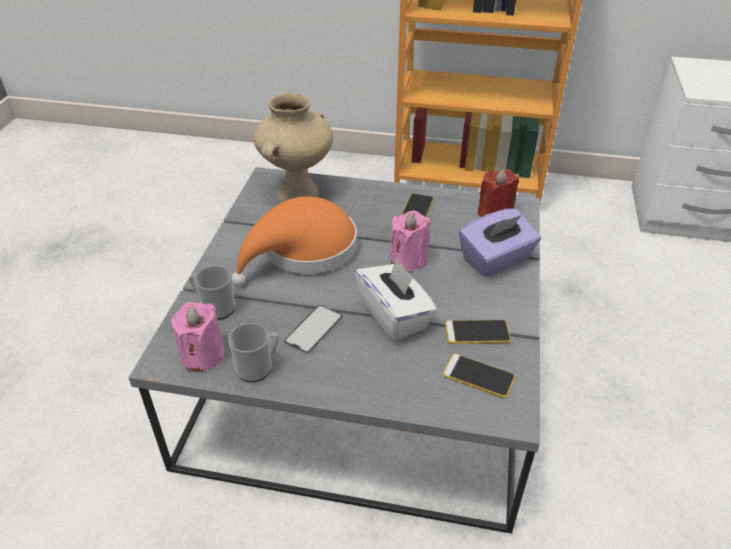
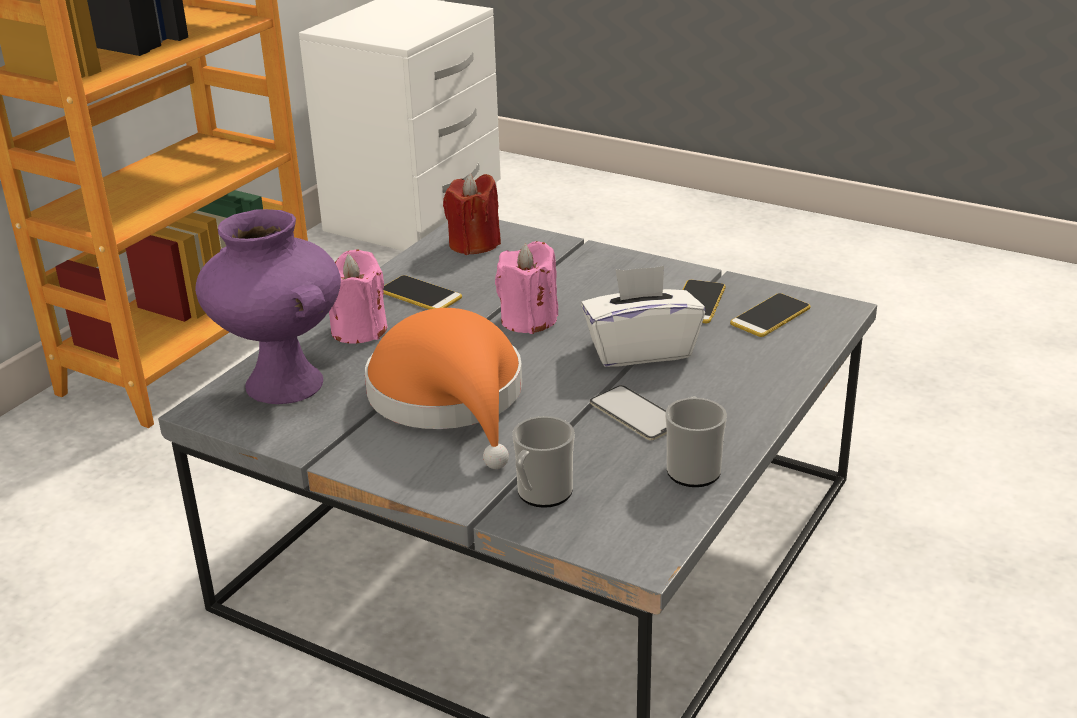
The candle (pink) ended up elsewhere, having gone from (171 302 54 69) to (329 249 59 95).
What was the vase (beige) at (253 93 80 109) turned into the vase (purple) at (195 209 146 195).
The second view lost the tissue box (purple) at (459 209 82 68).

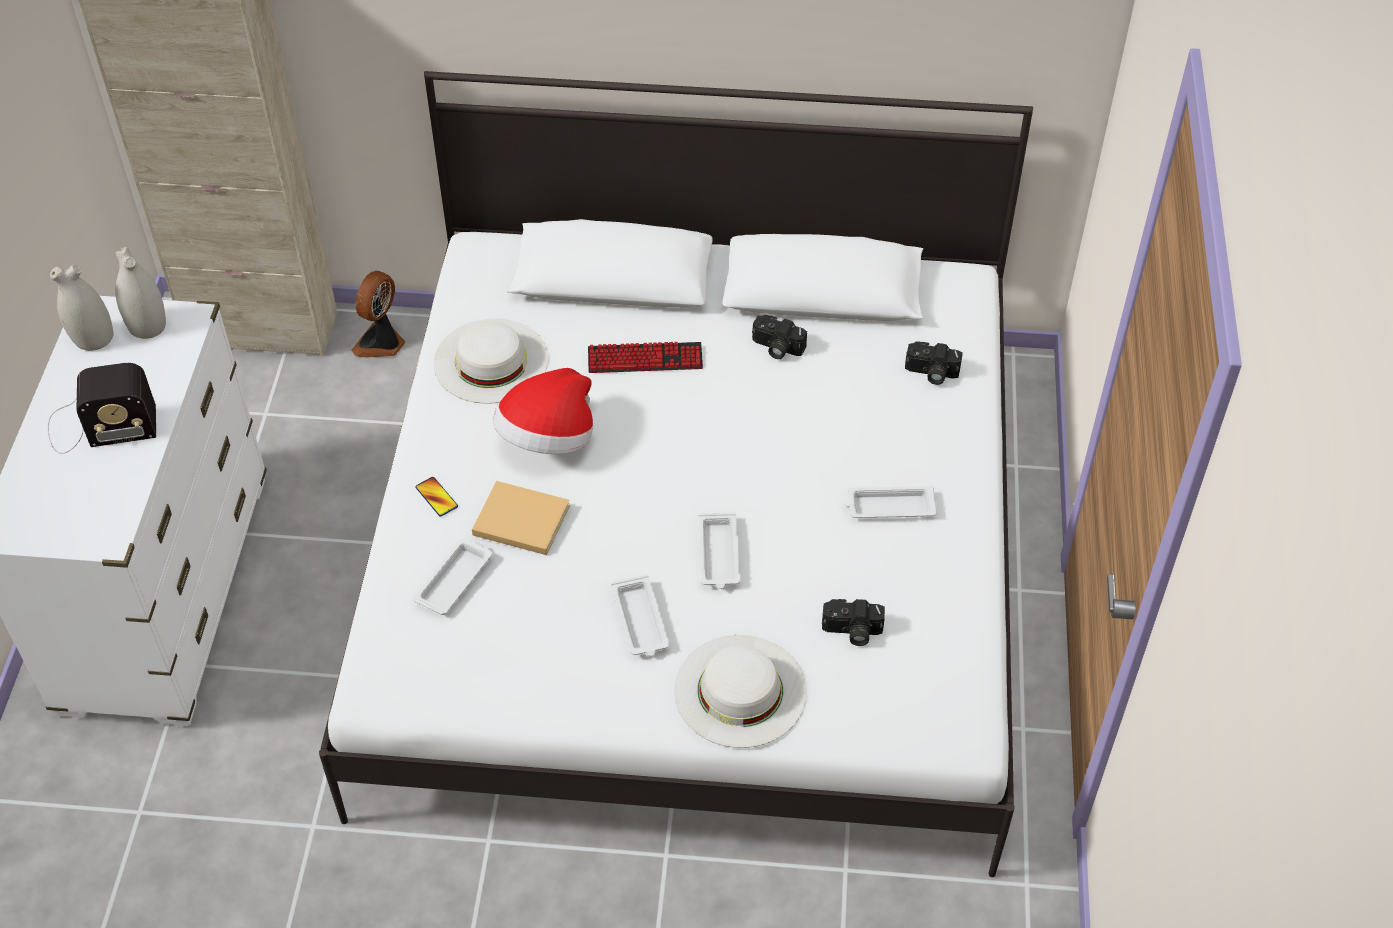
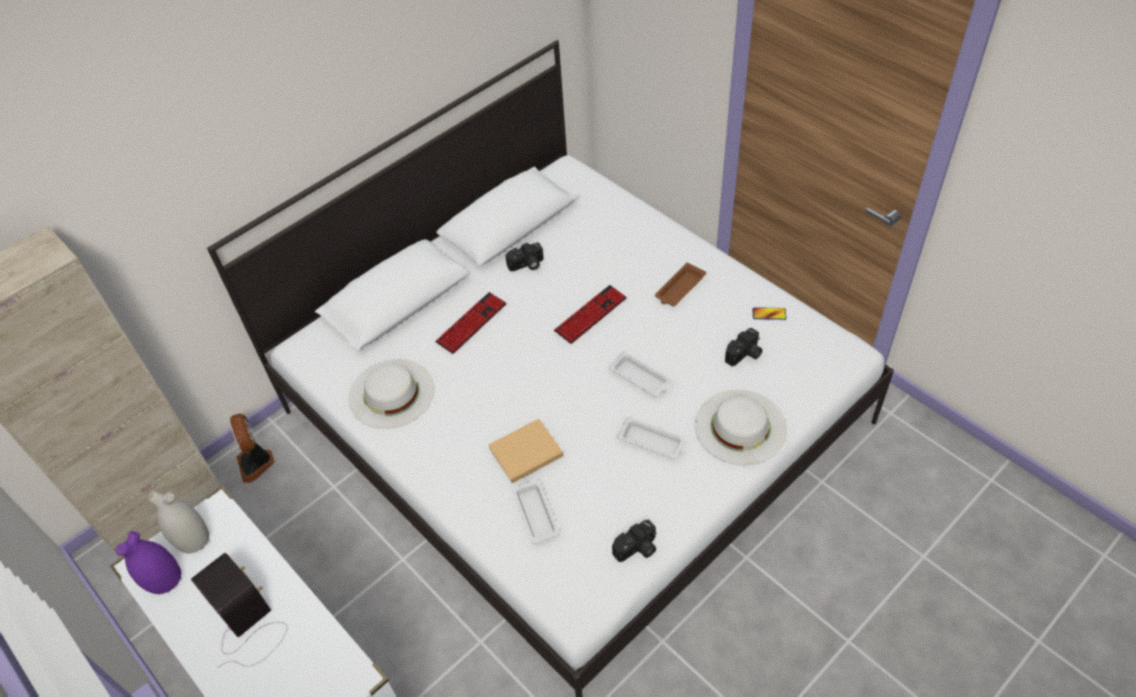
The radio at (48 363 108 91) ended up facing another way, 75 degrees counterclockwise from before.
What was the vase (white) at (50 265 64 86) turned into the vase (purple) at (116 531 65 63).
The phone ended up elsewhere, having gone from (415 477 43 39) to (752 307 34 13).
The second view lost the hat at (493 368 100 86).
What was the tray (white) at (845 485 92 33) turned into the tray (brown) at (655 263 51 43).
The photo camera ended up elsewhere, having gone from (905 341 58 44) to (612 520 45 42).
The second view gained the keyboard at (554 285 73 59).

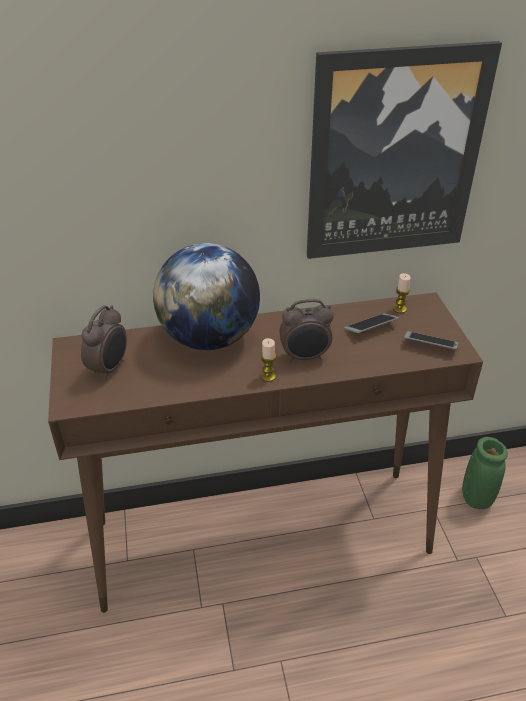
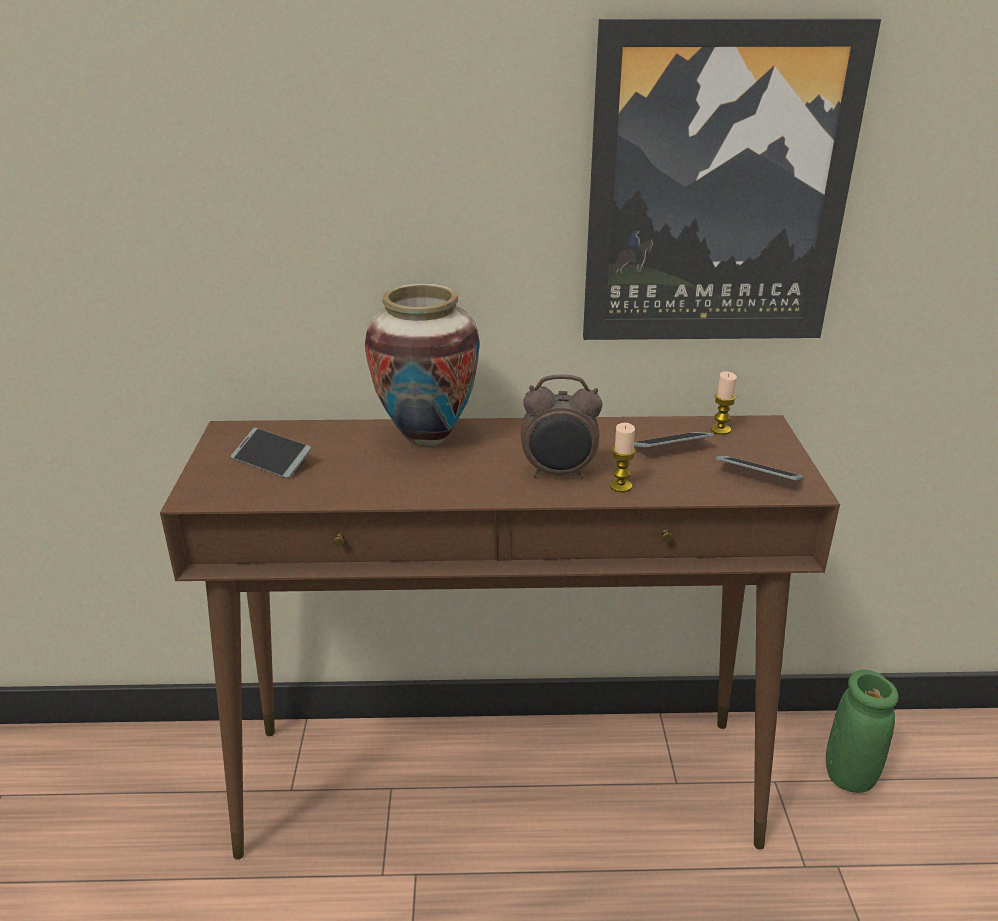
Where the alarm clock stood at (81 305 46 75), the phone came to stand at (231 428 81 51).
Where the globe stood at (153 243 107 107), the vase came to stand at (365 283 115 164).
The candle ended up elsewhere, having gone from (261 338 15 44) to (610 423 26 70).

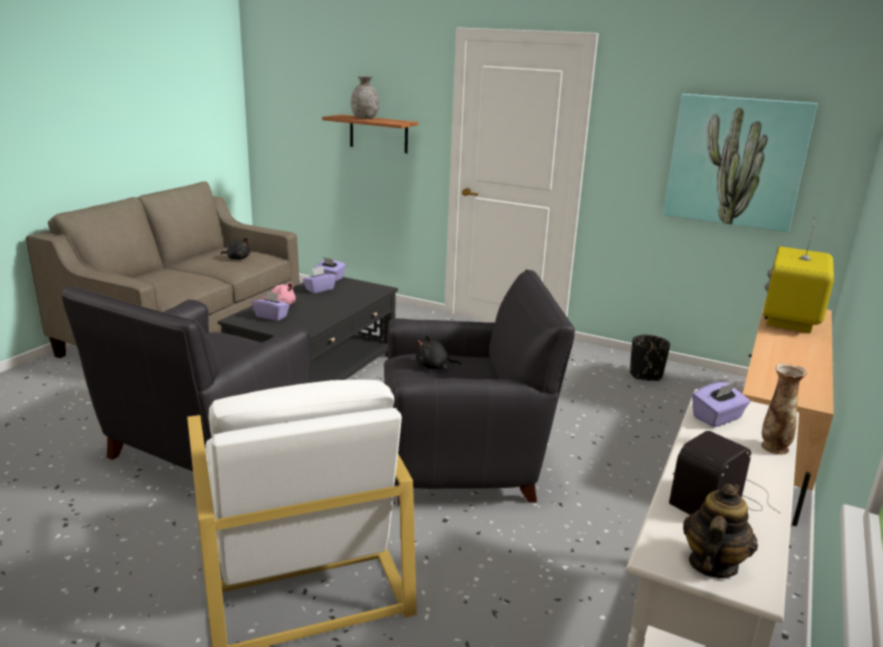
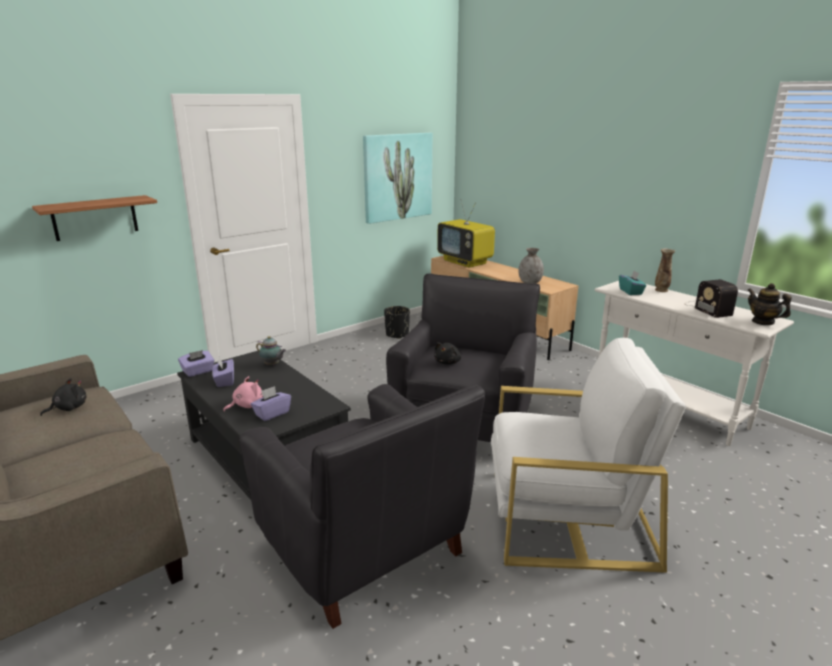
The vase (grey) ended up elsewhere, having gone from (350 76 29 43) to (518 248 26 36).
What was the tissue box (purple) at (692 382 58 45) turned into the tissue box (turquoise) at (619 271 27 24).
The second view gained the teapot at (256 336 30 29).

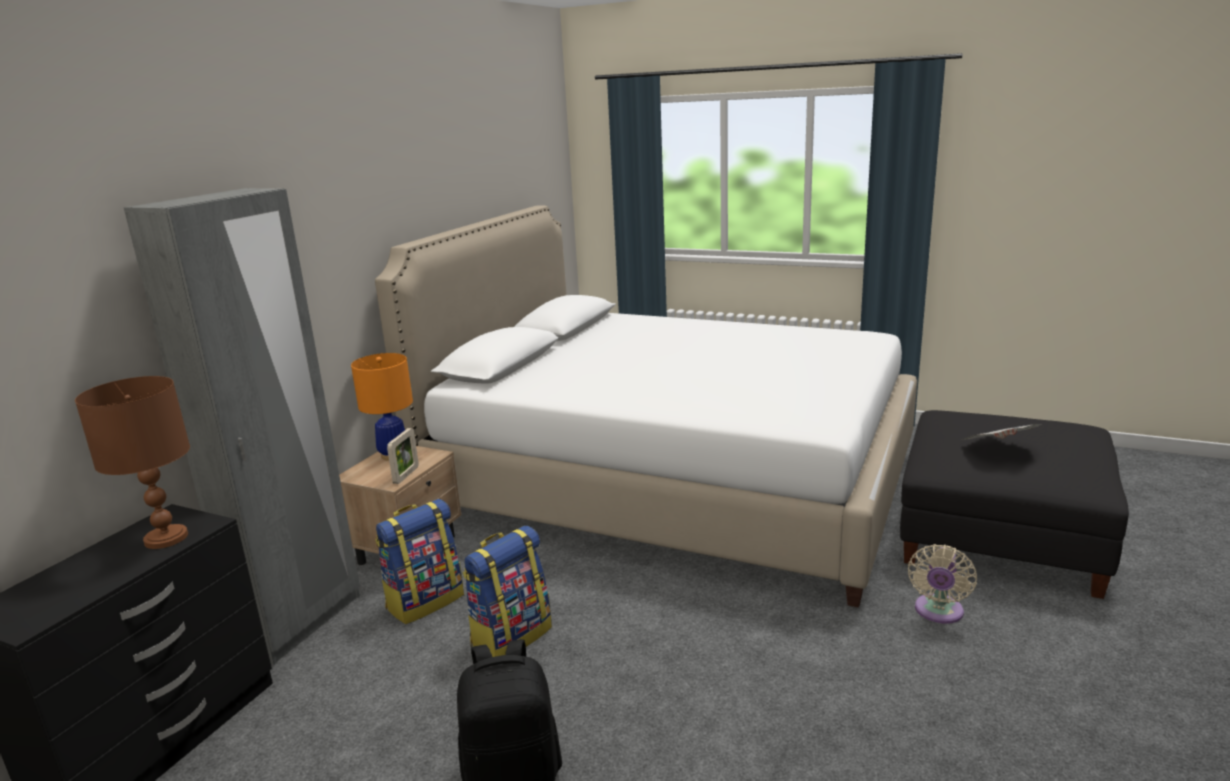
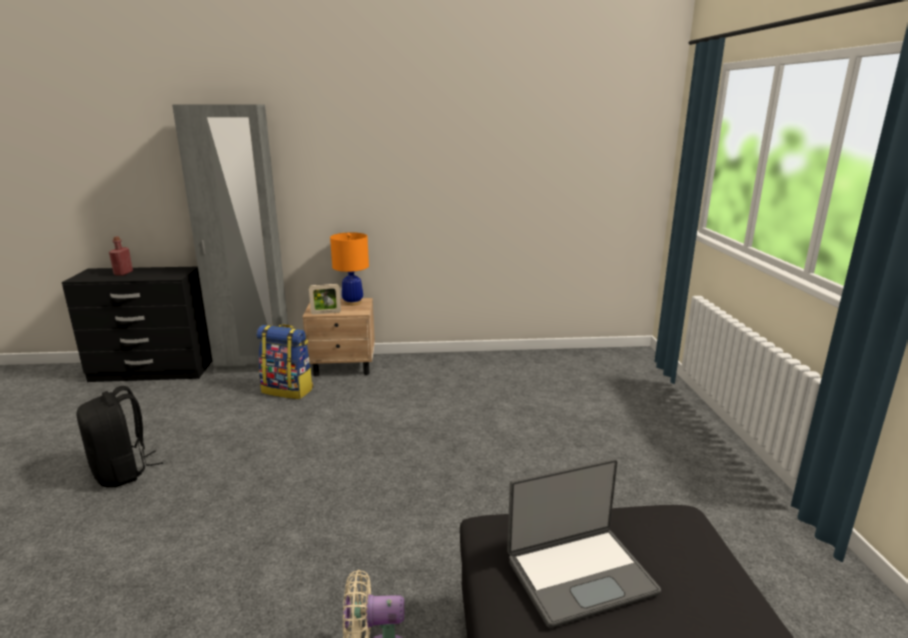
The second view lost the table lamp (brown) at (75 376 115 173).
The second view lost the bed (white) at (375 205 542 403).
The second view lost the backpack at (463 526 89 131).
Where the newspaper stood at (963 424 79 16), the laptop came to stand at (507 458 154 170).
The second view gained the bottle (red) at (109 237 24 39).

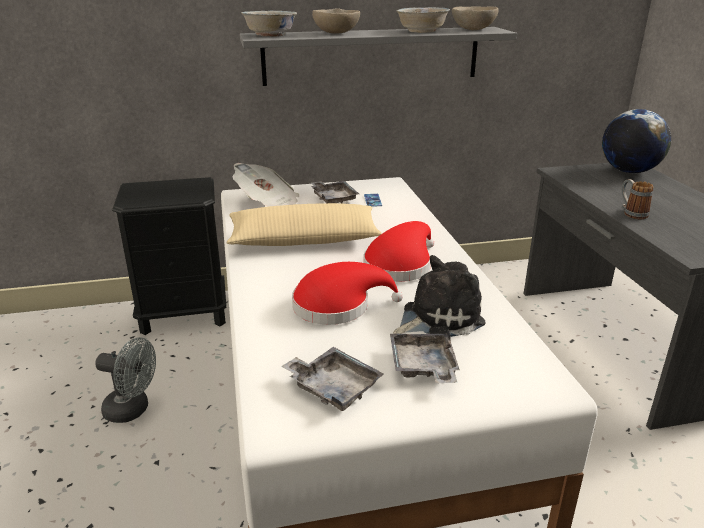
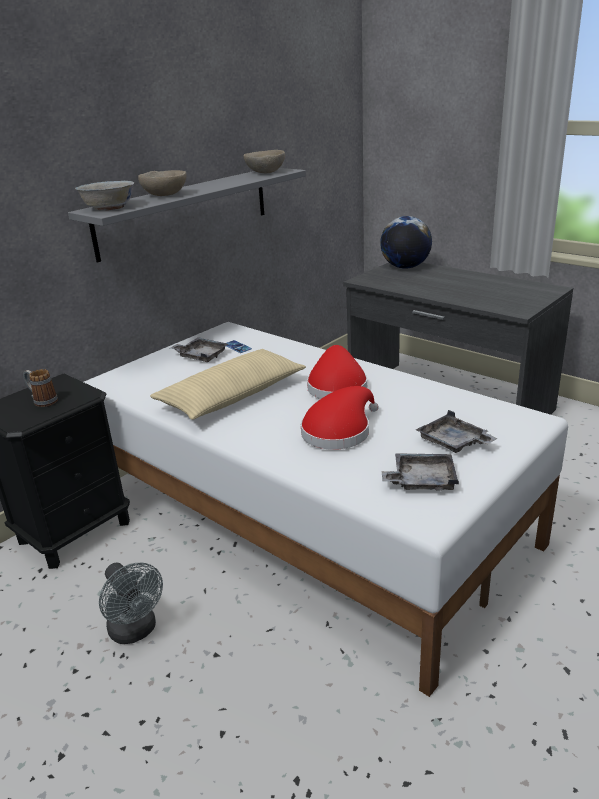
The fan (grey) at (95 337 61 86) ended up facing another way, 75 degrees clockwise from before.
The second view lost the newspaper at (232 163 67 43).
The second view lost the plush toy at (393 255 93 82).
The second view lost the bowl (white) at (397 7 53 26).
The mug ended up elsewhere, having gone from (622 179 31 40) to (23 369 35 38).

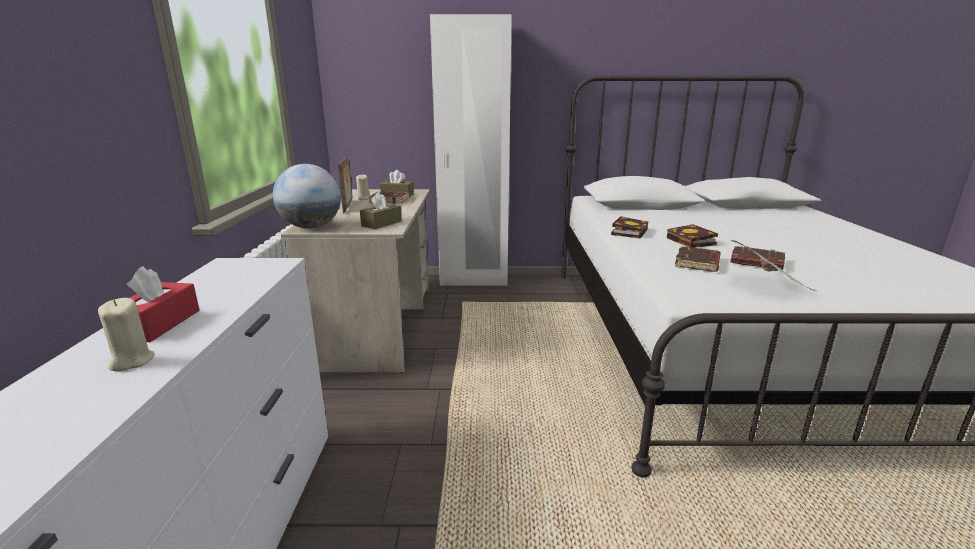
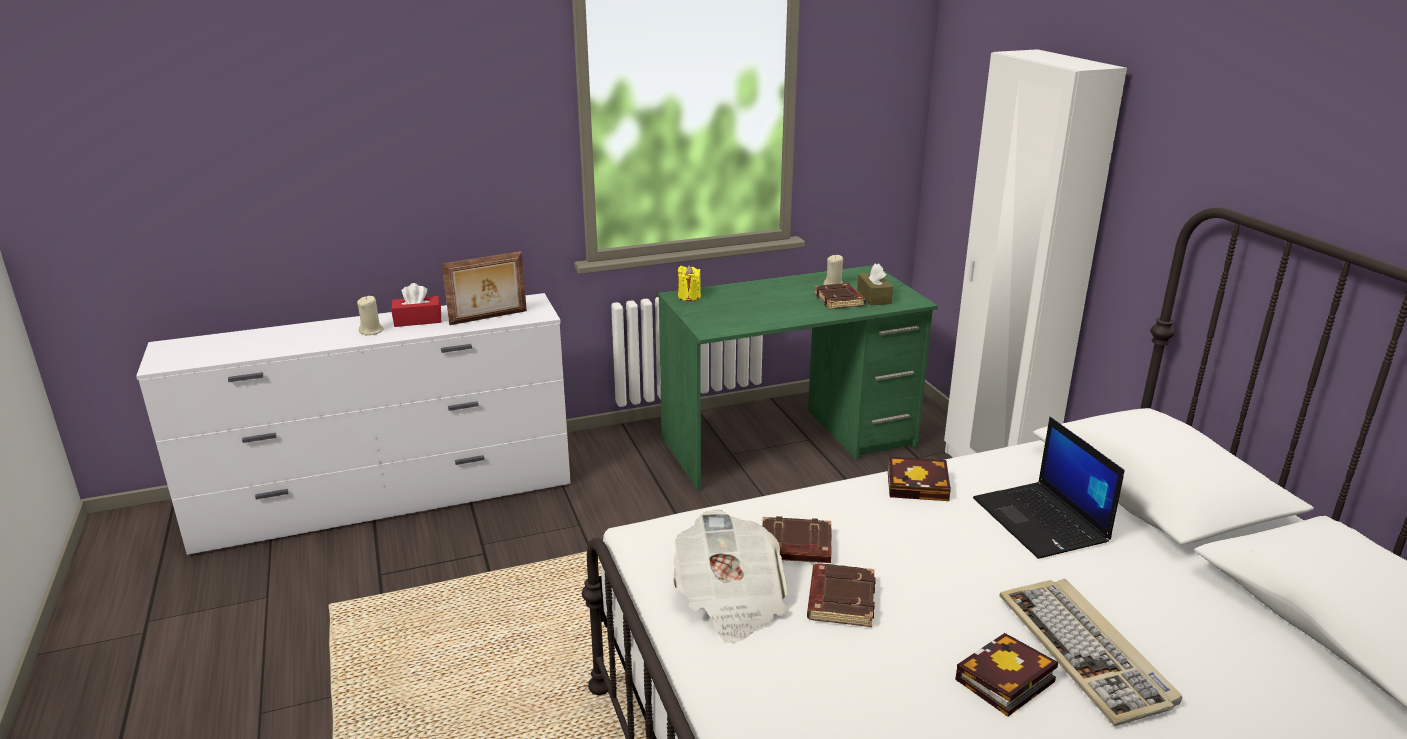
Where the globe stood at (273 164 68 65), the candle (yellow) came to stand at (678 265 23 36).
What was the desk (beige) at (281 189 149 184) turned into the desk (green) at (658 265 280 226).
The picture frame ended up elsewhere, having gone from (338 157 15 56) to (442 251 85 74).
The second view lost the tissue box (brown) at (360 192 42 37).
The book ended up elsewhere, having gone from (667 224 51 24) to (955 633 103 84).
The second view gained the laptop at (973 417 151 142).
The second view gained the keyboard at (999 579 183 147).

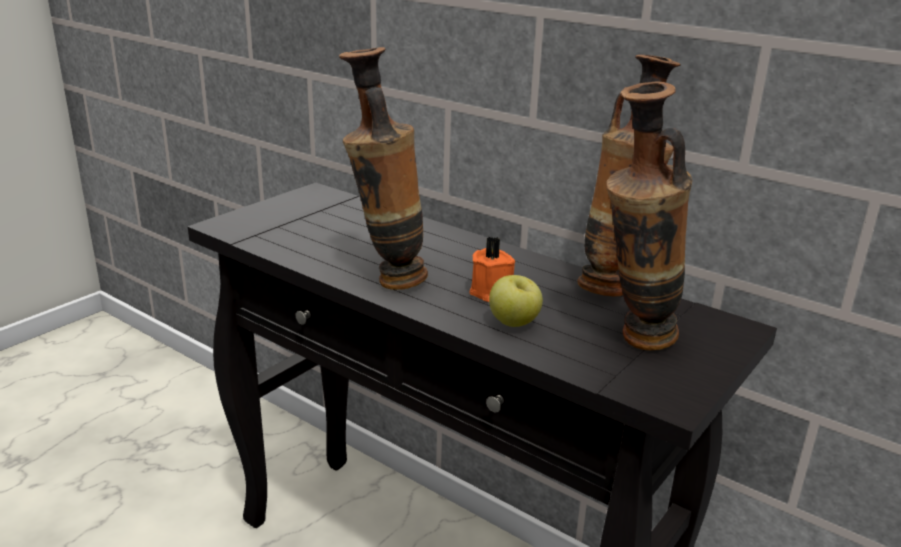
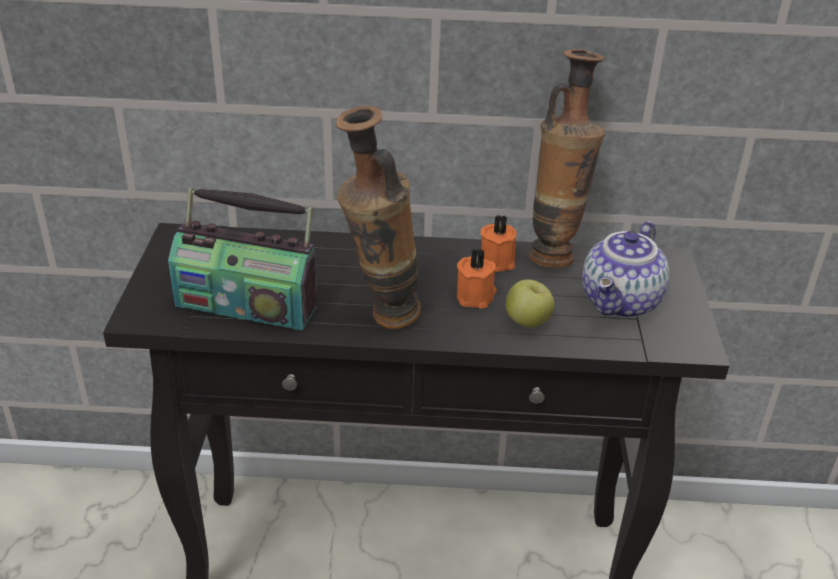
Where the vase stood at (606 81 86 269), the teapot came to stand at (582 221 87 98).
The second view gained the radio at (168 188 149 143).
The second view gained the candle (orange) at (481 215 36 57).

